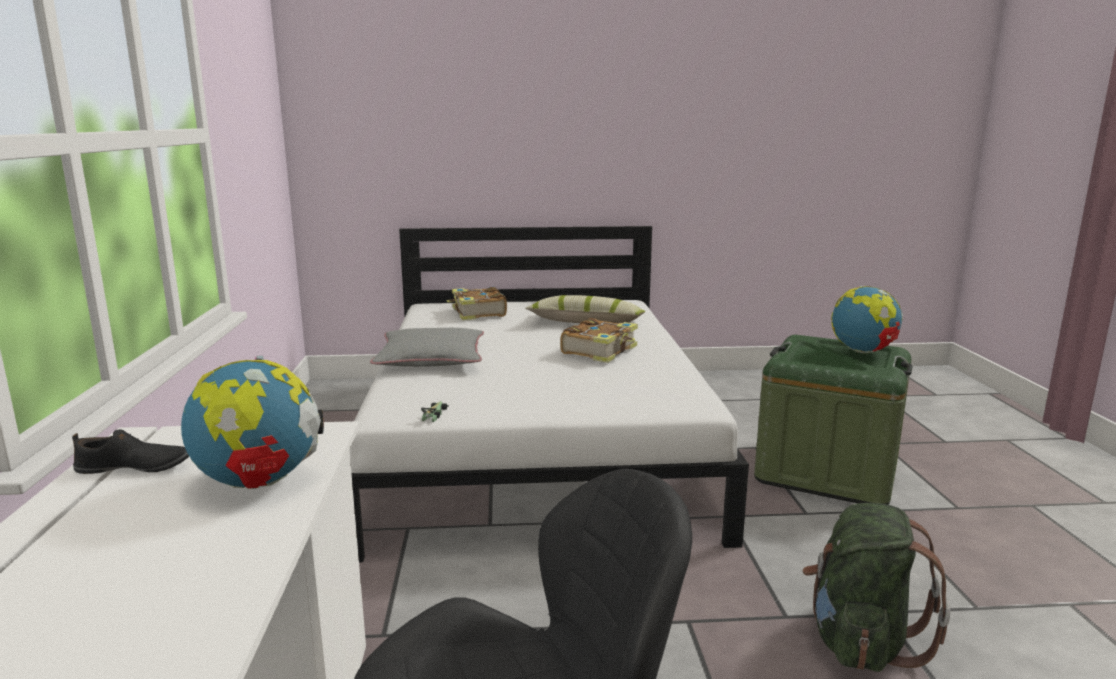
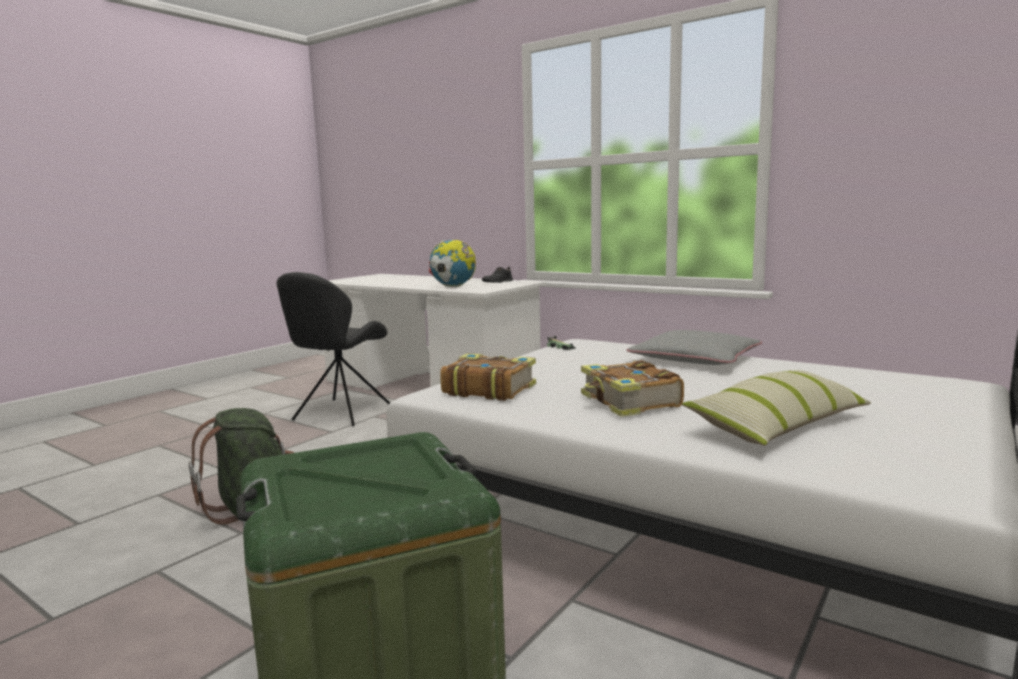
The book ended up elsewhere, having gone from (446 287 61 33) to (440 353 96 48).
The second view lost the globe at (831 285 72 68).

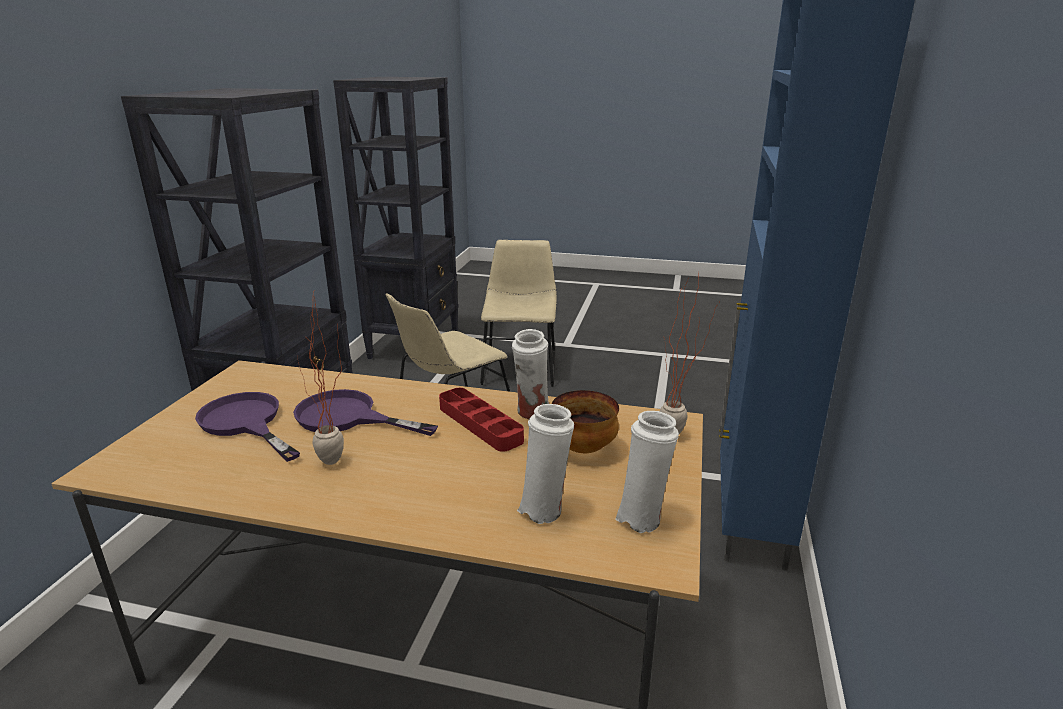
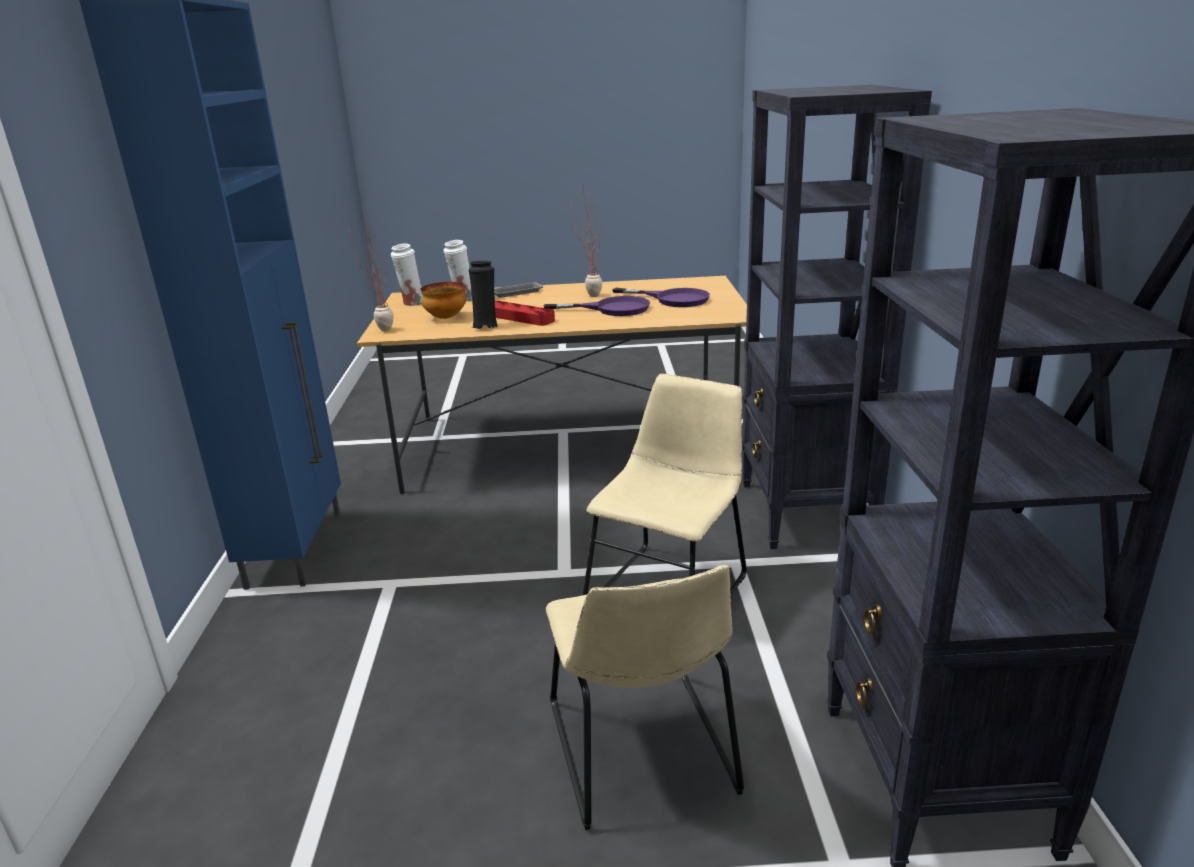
What was the vase (white) at (512 329 37 90) turned into the vase (black) at (469 261 29 68).
The second view gained the tray (grey) at (494 282 49 16).

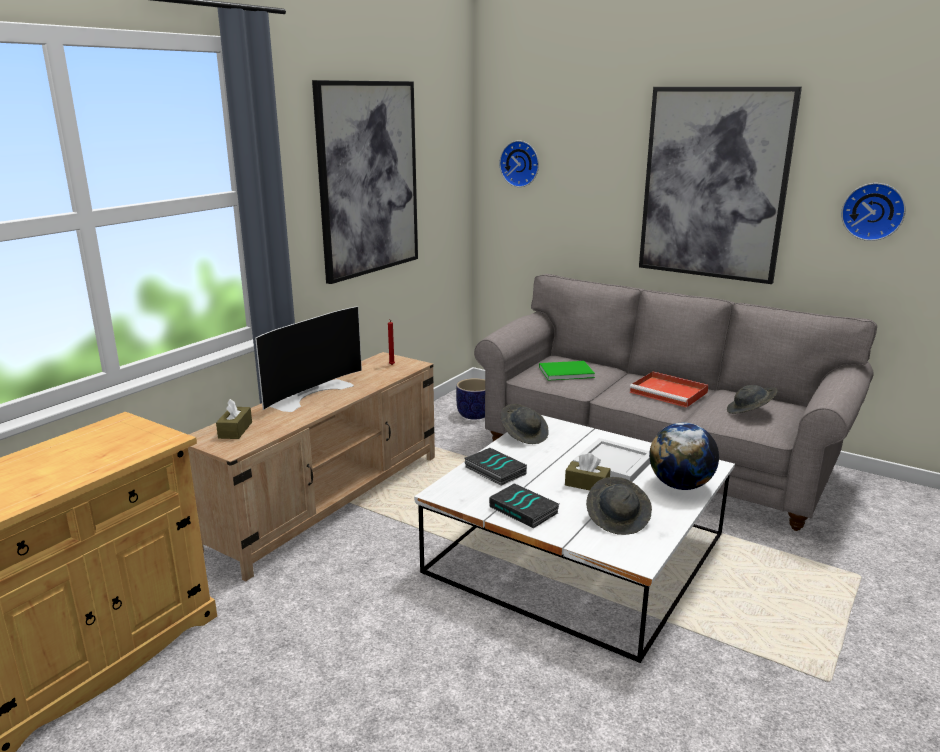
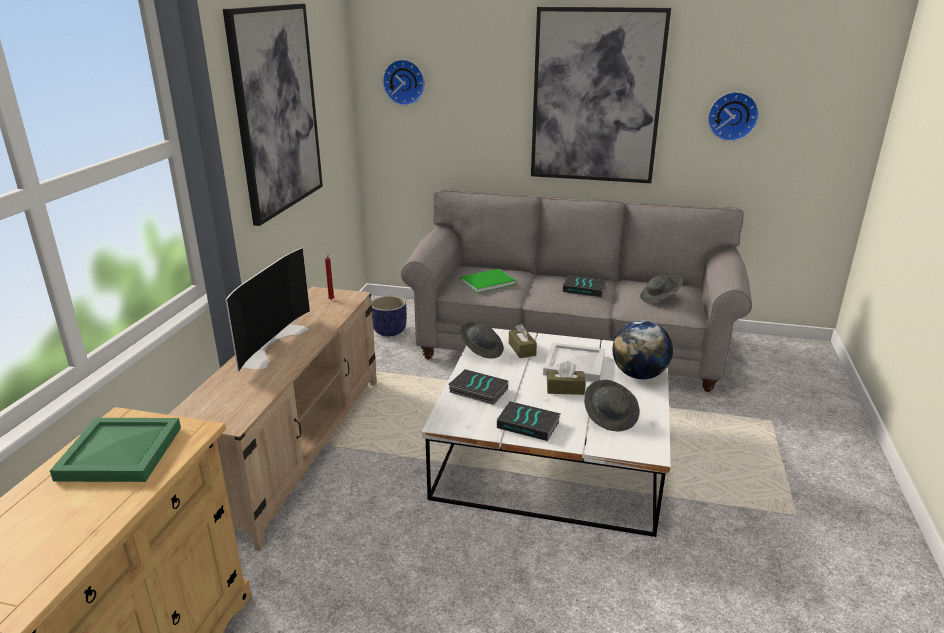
The tissue box (brown) ended up elsewhere, having gone from (216 399 36 40) to (509 324 28 34).
Where the tray (red) stood at (629 371 80 37), the book came to stand at (563 275 45 22).
The second view gained the tray (green) at (50 418 131 64).

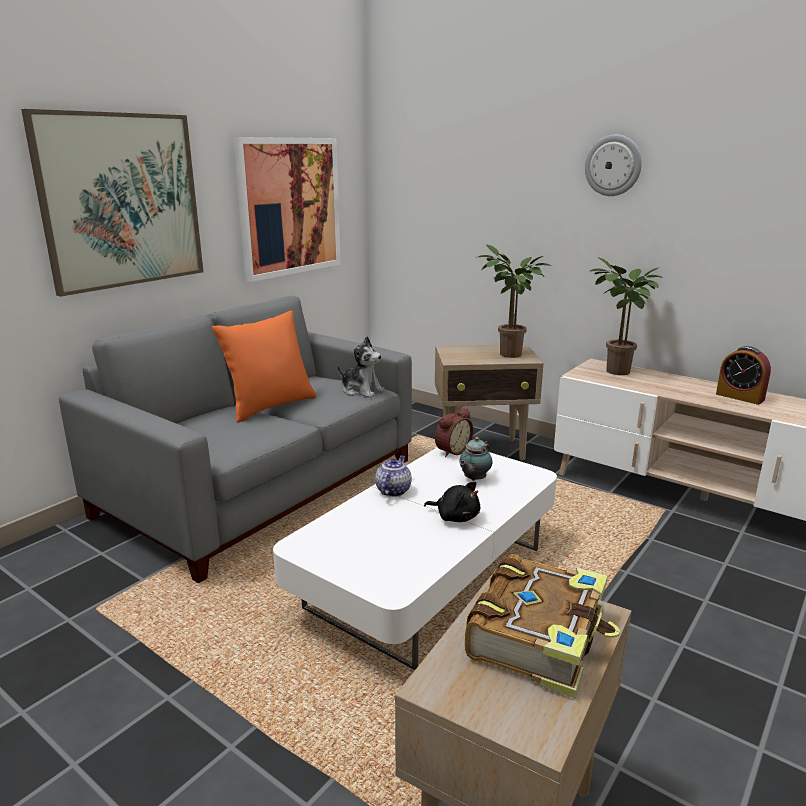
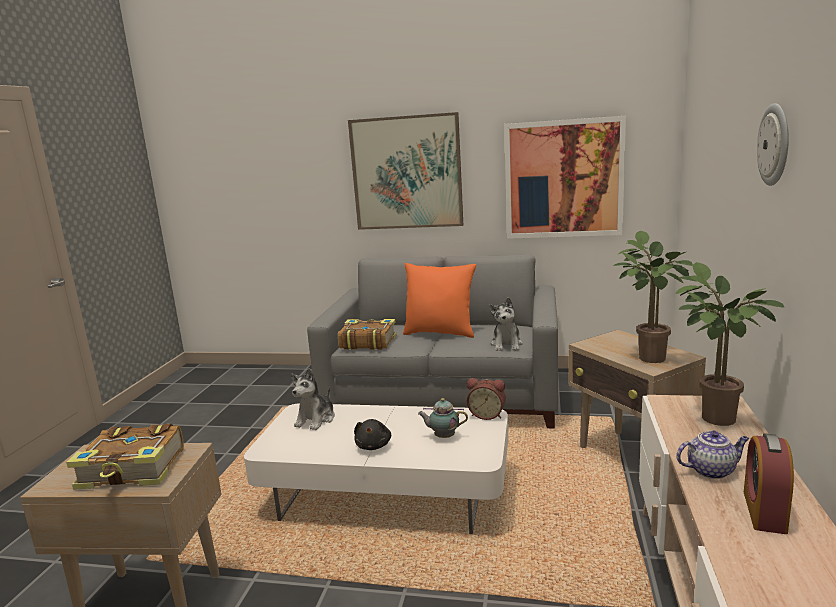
The teapot ended up elsewhere, having gone from (375 455 37 42) to (676 431 73 48).
The second view gained the plush toy at (291 369 44 61).
The second view gained the book at (338 319 59 31).

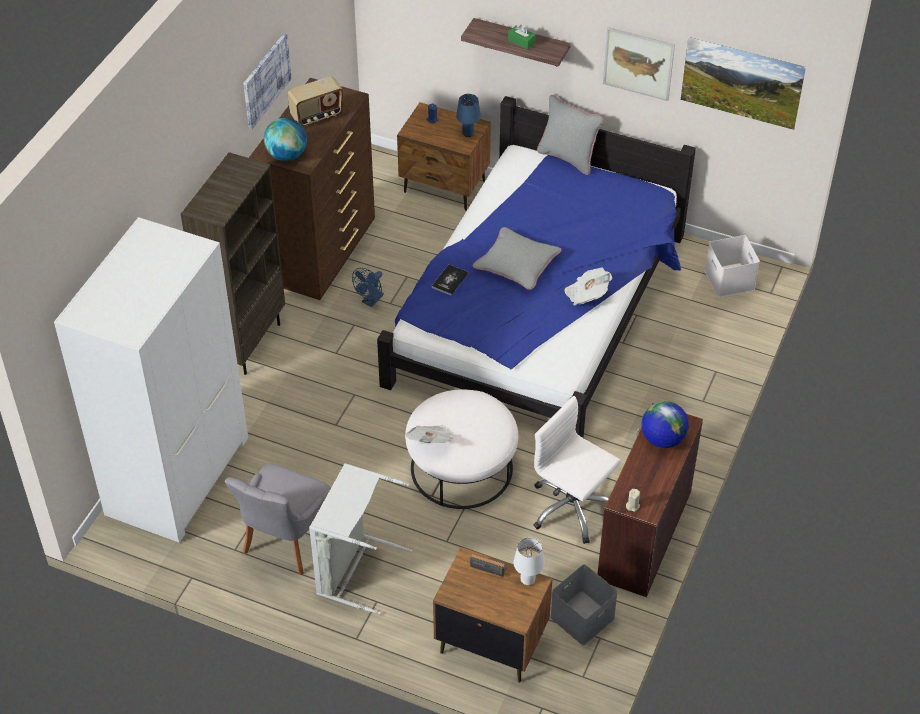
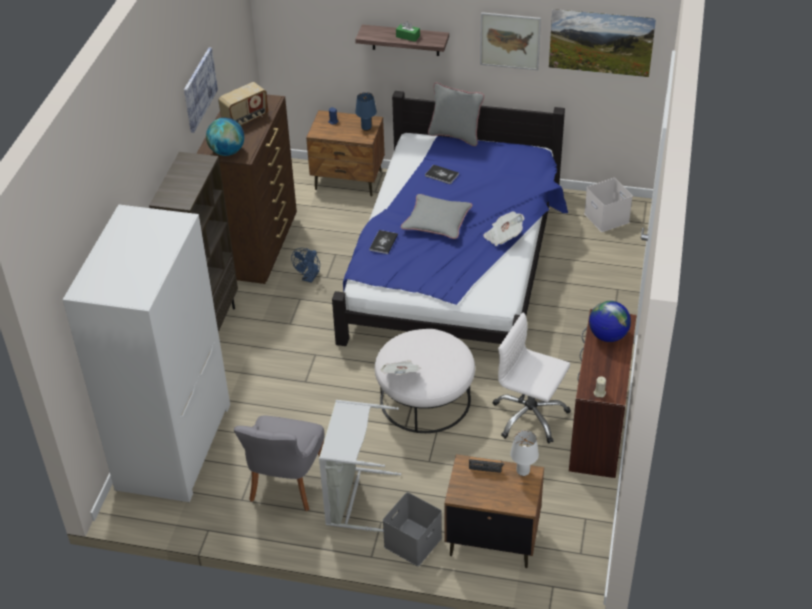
The storage box (grey) ended up elsewhere, having gone from (550 564 68 81) to (383 492 59 74).
The second view gained the book at (425 165 34 19).

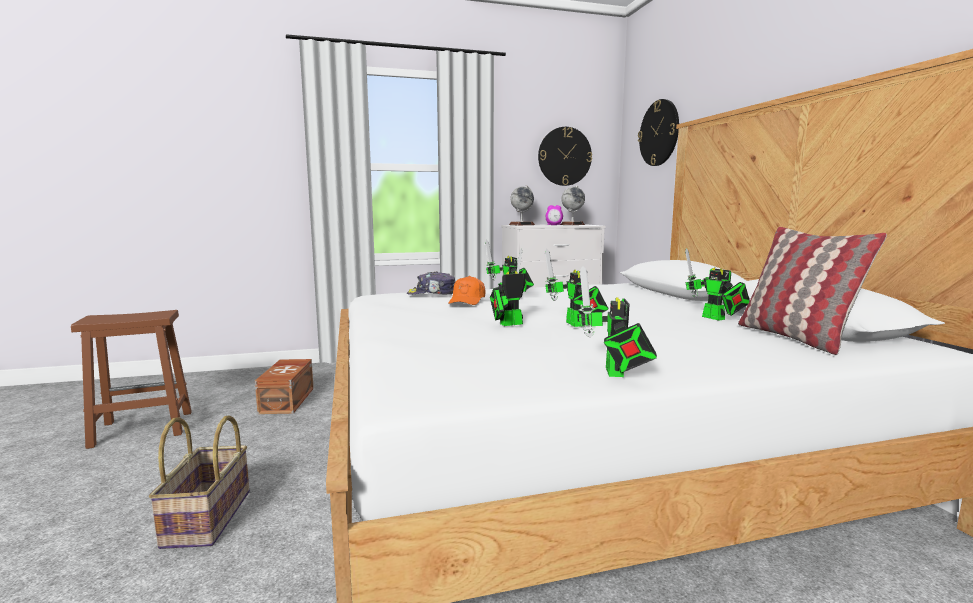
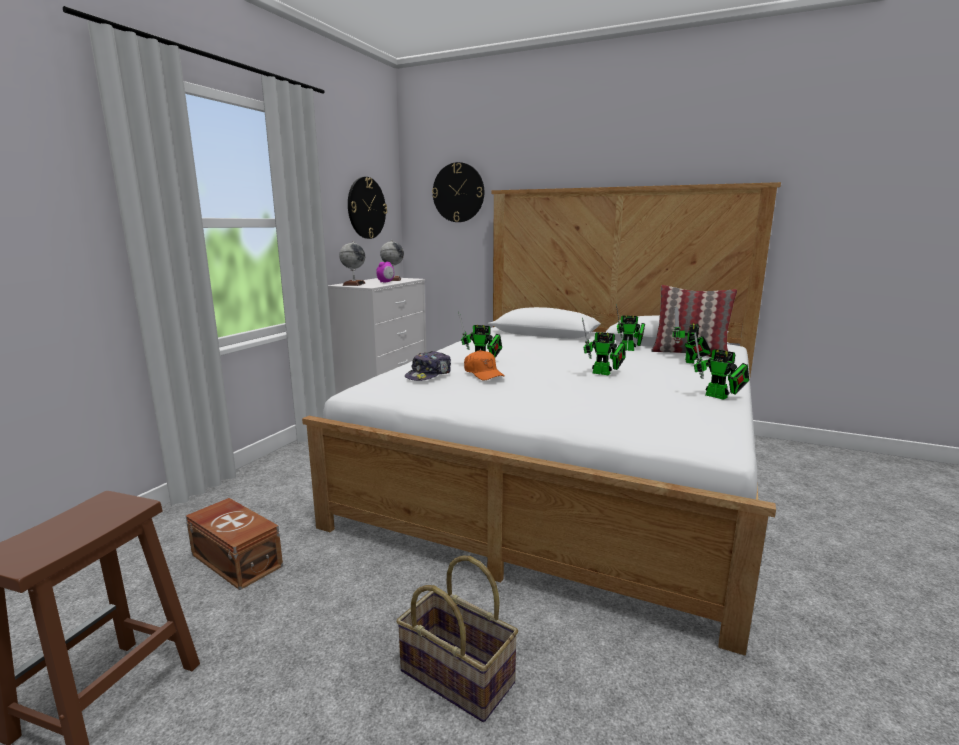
The toy robot ended up elsewhere, having gone from (490 249 37 77) to (672 306 39 57).

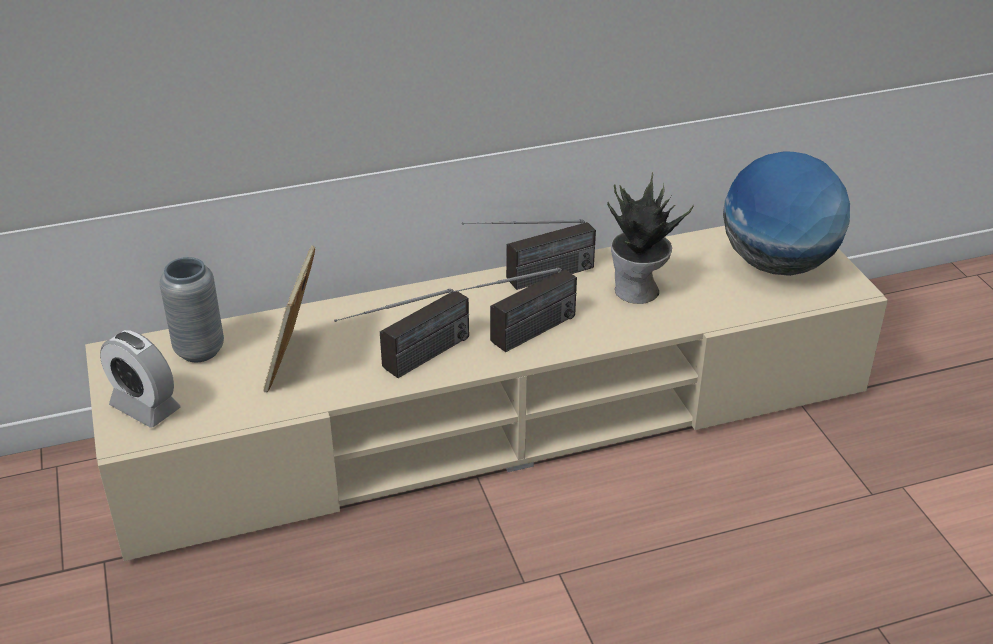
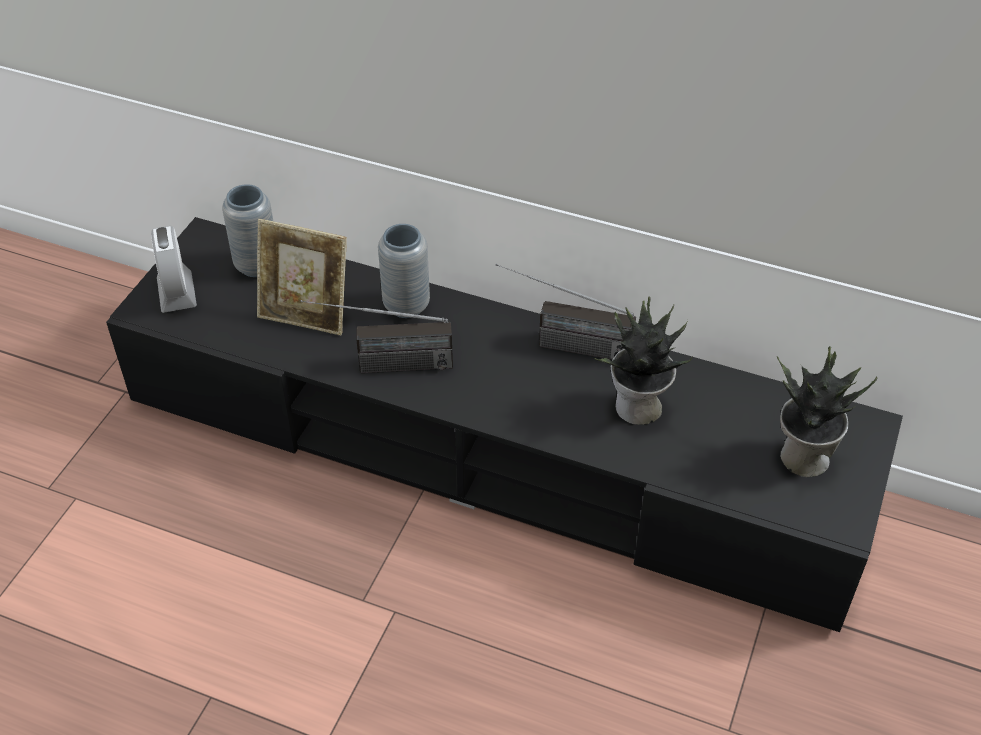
What was the tv stand (beige) at (85 226 803 335) turned into the tv stand (black) at (106 217 797 415).
The picture frame at (263 245 52 147) ended up facing another way, 120 degrees counterclockwise from before.
The second view lost the radio at (449 268 128 84).
Where the globe stood at (723 152 127 124), the potted plant came to stand at (777 346 101 131).
The second view gained the vase (grey) at (378 224 52 94).

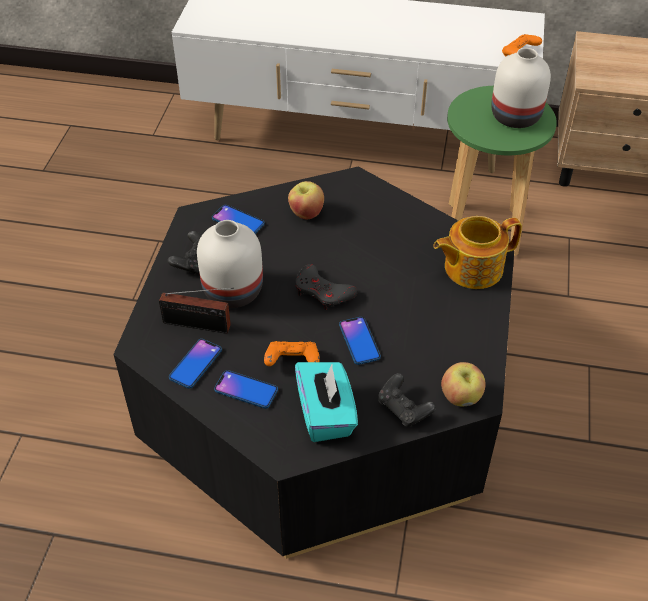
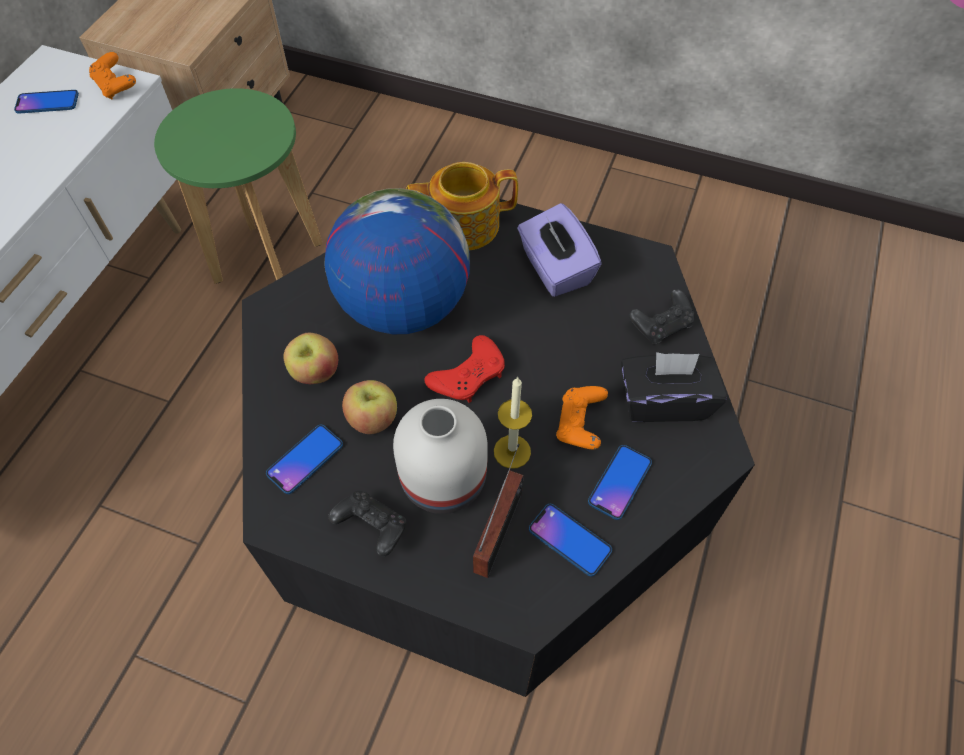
What was the game controller (grey) at (295 264 63 46) turned into the game controller (red) at (424 335 81 68).
What was the tissue box (turquoise) at (295 362 63 80) turned into the tissue box (black) at (621 352 106 70).
The phone ended up elsewhere, having gone from (339 317 42 48) to (14 90 65 24).
The teapot at (433 216 89 73) ended up facing another way, 90 degrees clockwise from before.
The apple ended up elsewhere, having gone from (441 362 45 44) to (342 380 55 54).
The second view lost the vase (white) at (491 48 60 80).
The second view gained the globe at (324 188 146 146).
The second view gained the candle at (494 376 38 93).
The second view gained the tissue box (purple) at (517 203 85 94).

